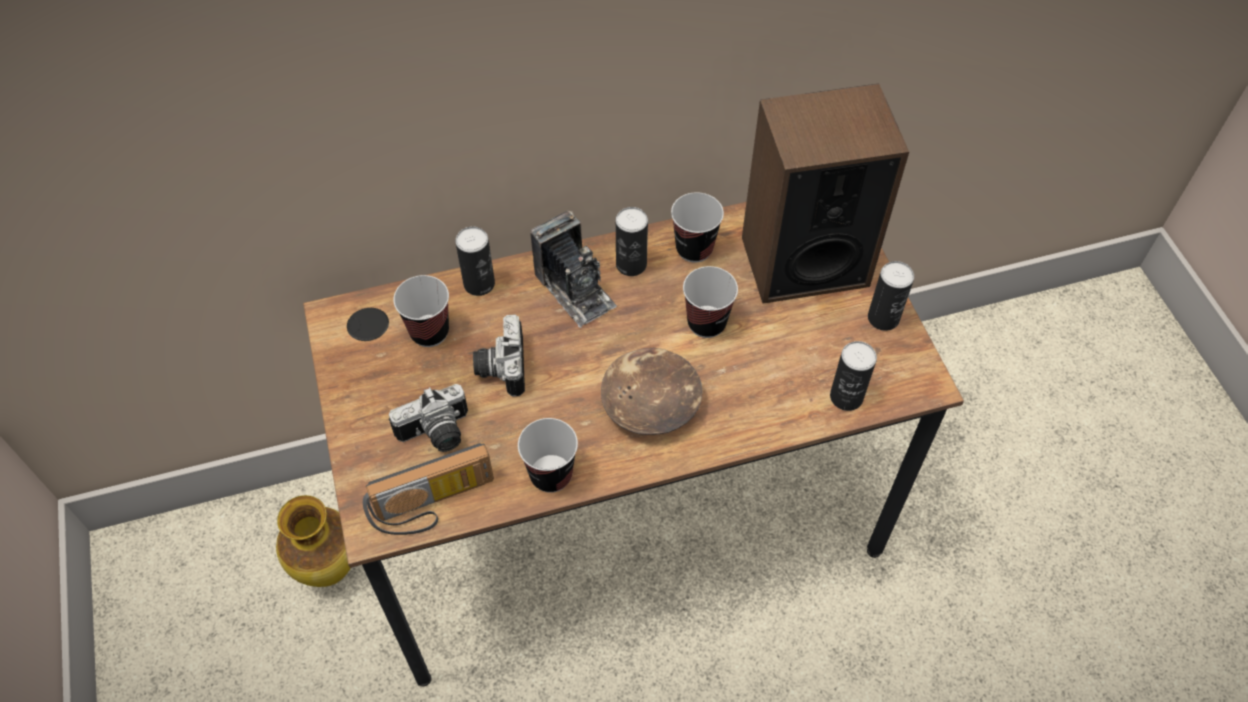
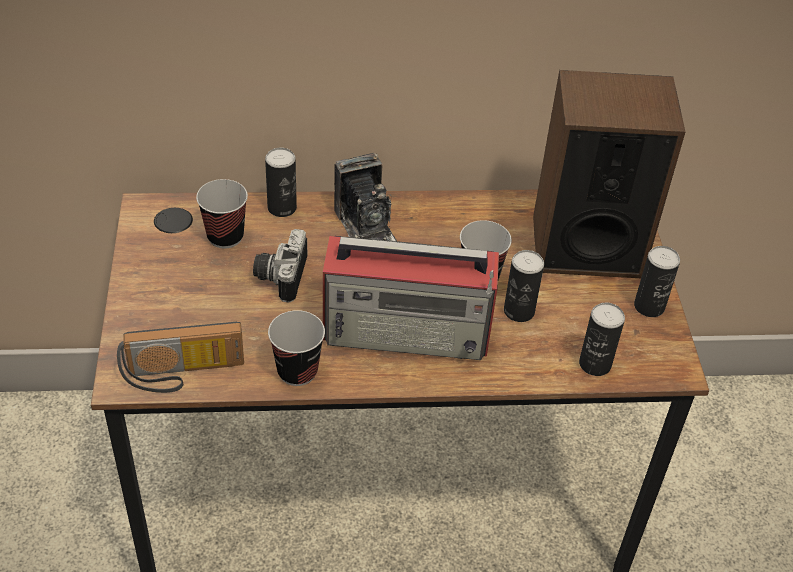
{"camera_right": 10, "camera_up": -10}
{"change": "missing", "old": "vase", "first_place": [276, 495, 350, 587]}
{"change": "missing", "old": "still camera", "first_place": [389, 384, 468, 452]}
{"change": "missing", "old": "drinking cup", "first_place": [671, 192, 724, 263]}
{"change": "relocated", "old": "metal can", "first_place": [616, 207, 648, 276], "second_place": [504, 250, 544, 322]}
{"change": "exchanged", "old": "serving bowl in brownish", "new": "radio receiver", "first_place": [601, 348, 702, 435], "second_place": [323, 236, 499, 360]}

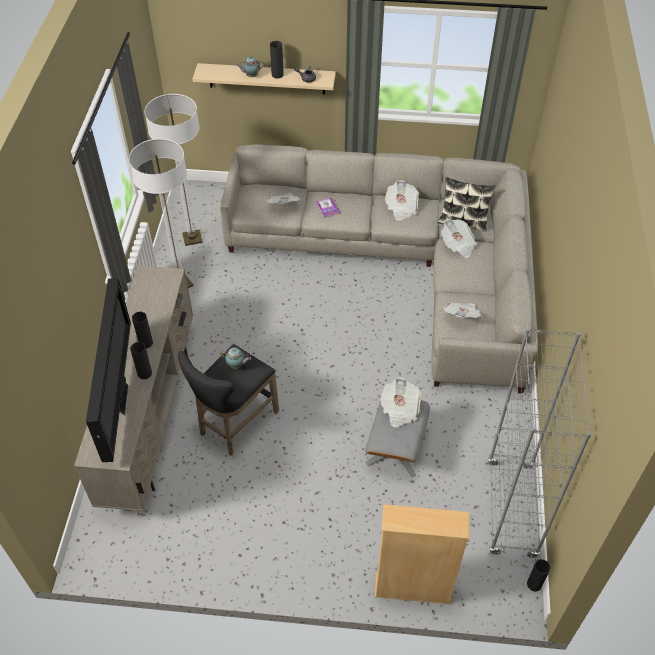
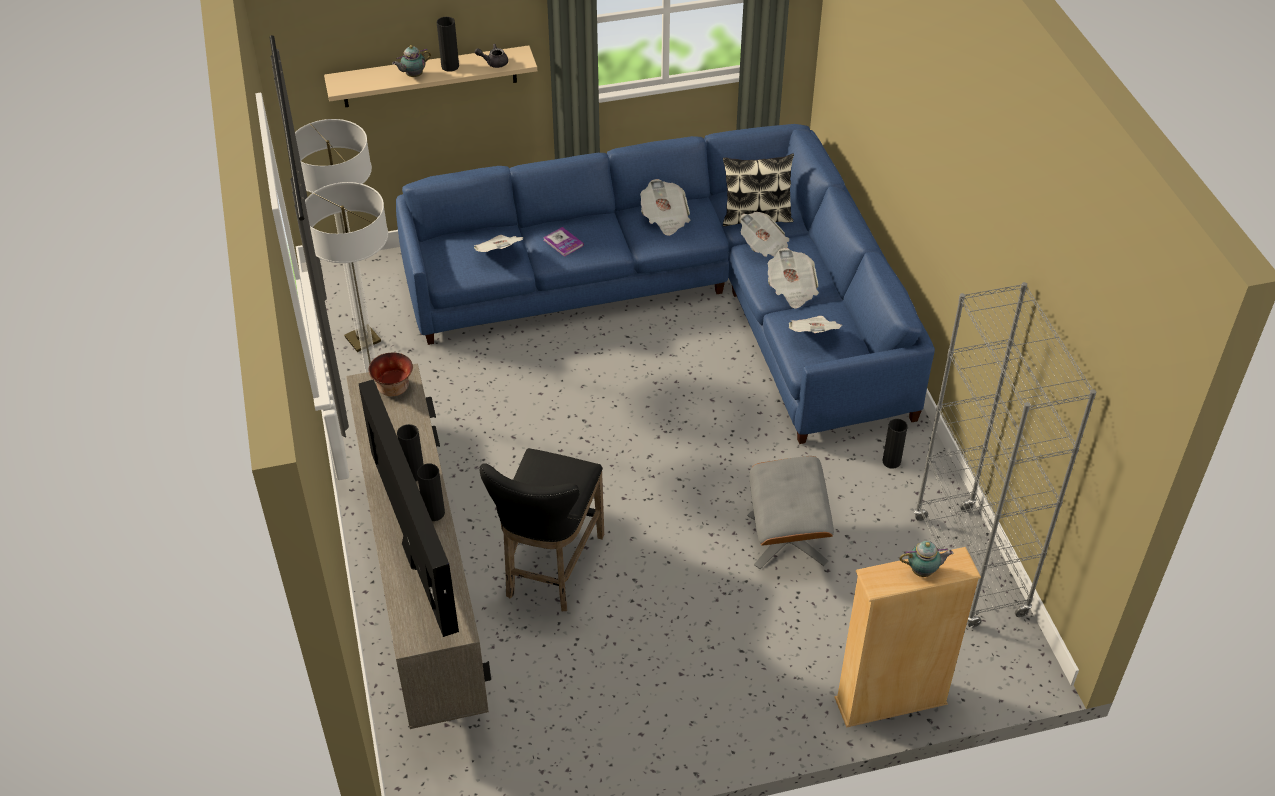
{"camera_right": -20, "camera_up": -5}
{"change": "appeared", "new": "serving bowl", "second_place": [369, 352, 413, 396]}
{"change": "relocated", "old": "tea pot", "first_place": [220, 347, 251, 369], "second_place": [899, 541, 954, 577]}
{"change": "relocated", "old": "daily paper", "first_place": [380, 378, 421, 428], "second_place": [768, 248, 819, 309]}
{"change": "relocated", "old": "vase in black-coloured", "first_place": [527, 559, 550, 592], "second_place": [882, 419, 908, 469]}
{"change": "colour", "old": "couch in grey", "new": "couch in blue-coloured", "first_place": [220, 144, 538, 393], "second_place": [396, 124, 935, 444]}

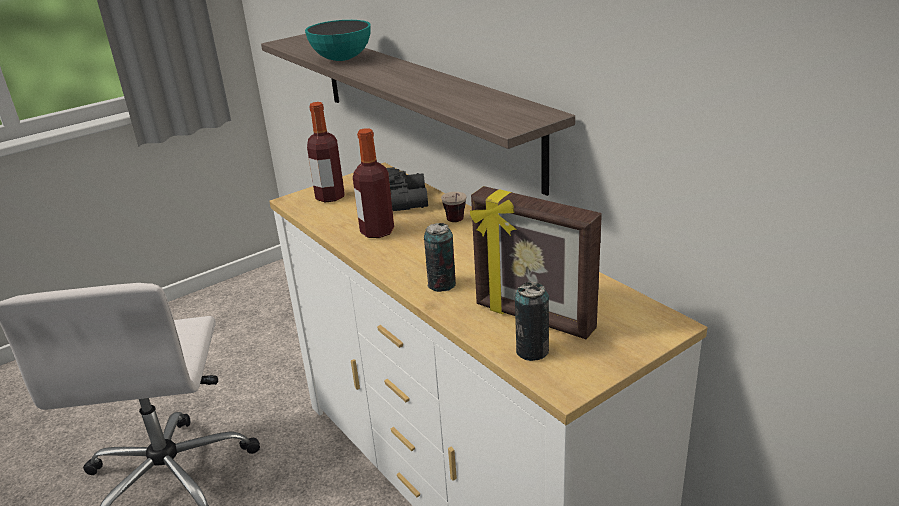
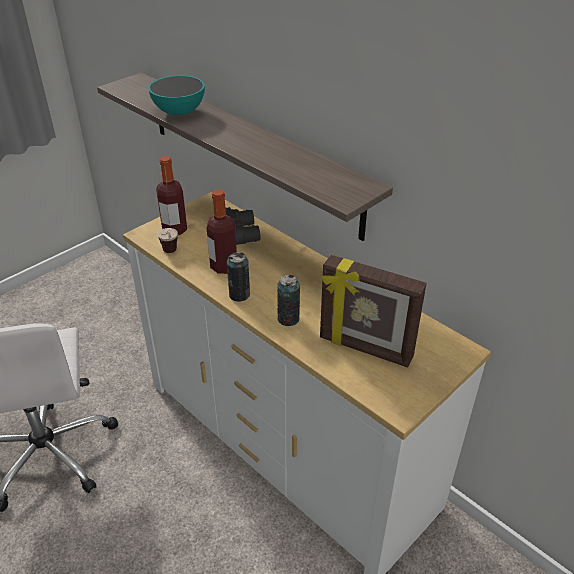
{"camera_right": -10, "camera_up": 10}
{"change": "relocated", "old": "drinking cup", "first_place": [441, 192, 466, 222], "second_place": [158, 228, 178, 253]}
{"change": "relocated", "old": "metal can", "first_place": [515, 282, 549, 361], "second_place": [227, 252, 250, 302]}

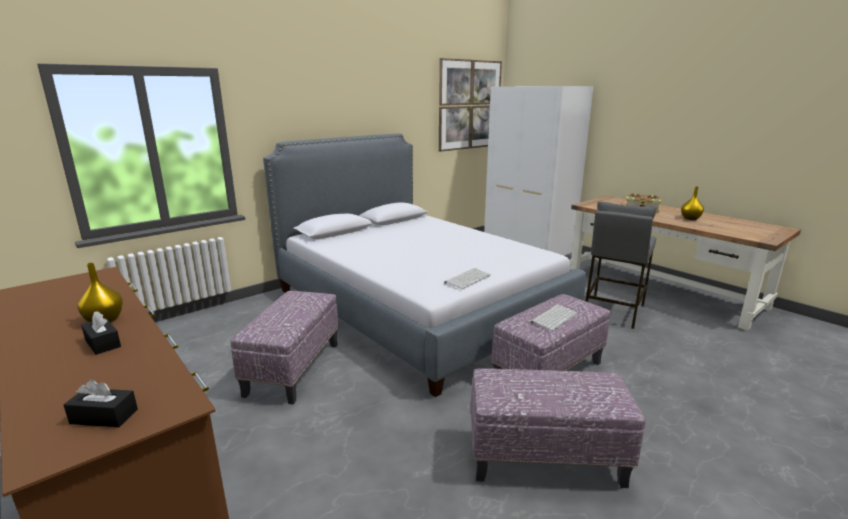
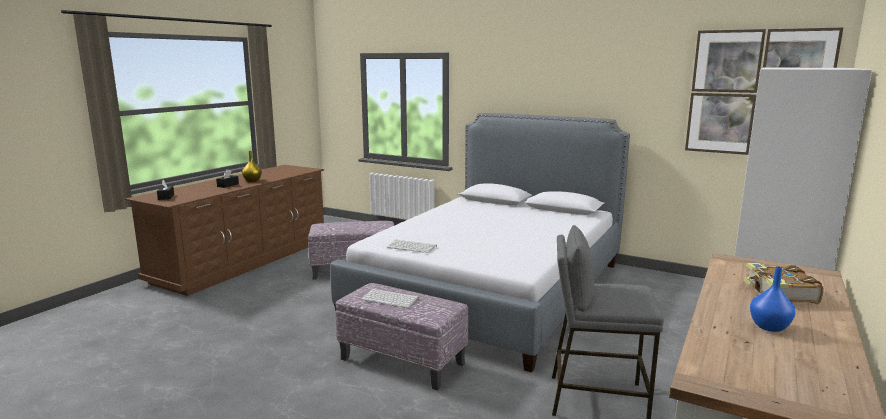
{"camera_right": 70, "camera_up": -5}
{"change": "missing", "old": "footrest", "first_place": [471, 368, 646, 488]}
{"change": "colour", "old": "vase in yellow-coloured", "new": "vase in blue-coloured", "first_place": [681, 187, 704, 220], "second_place": [750, 266, 795, 332]}

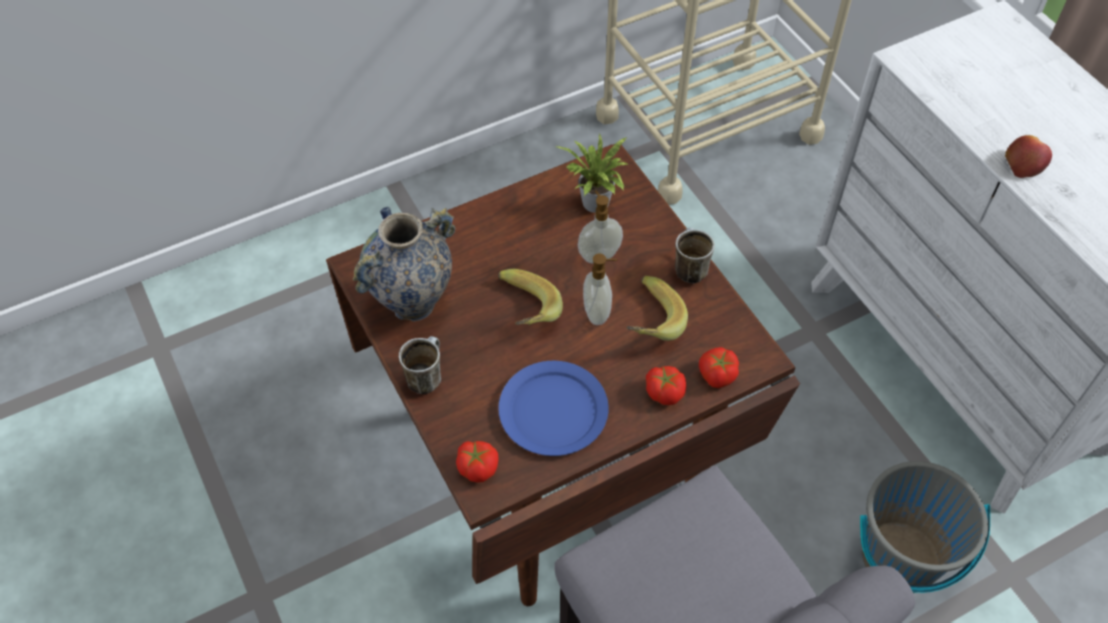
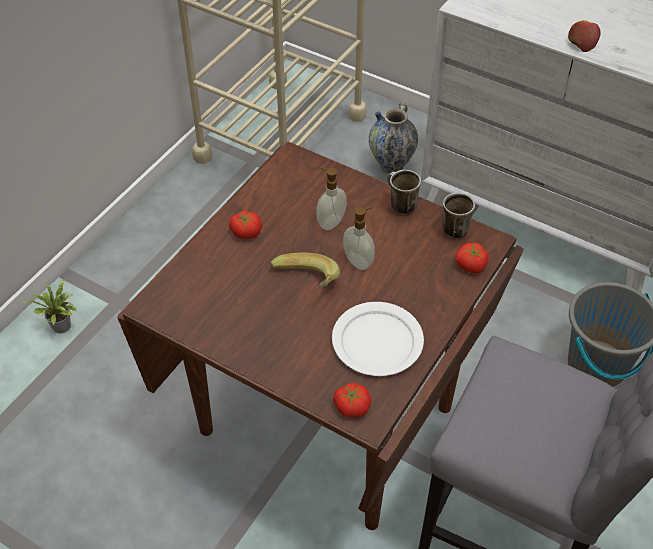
{"camera_right": -30, "camera_up": -5}
{"change": "missing", "old": "whole banana", "first_place": [626, 276, 688, 341]}
{"change": "relocated", "old": "vase", "first_place": [353, 207, 455, 321], "second_place": [369, 102, 418, 174]}
{"change": "relocated", "old": "coffee mug", "first_place": [399, 336, 441, 394], "second_place": [442, 192, 475, 238]}
{"change": "relocated", "old": "plant in a pot", "first_place": [557, 133, 629, 213], "second_place": [22, 279, 77, 333]}
{"change": "relocated", "old": "whole tomato", "first_place": [646, 366, 686, 405], "second_place": [229, 210, 262, 239]}
{"change": "colour", "old": "plate in blue-coloured", "new": "plate in white-coloured", "first_place": [498, 361, 609, 456], "second_place": [332, 302, 424, 376]}

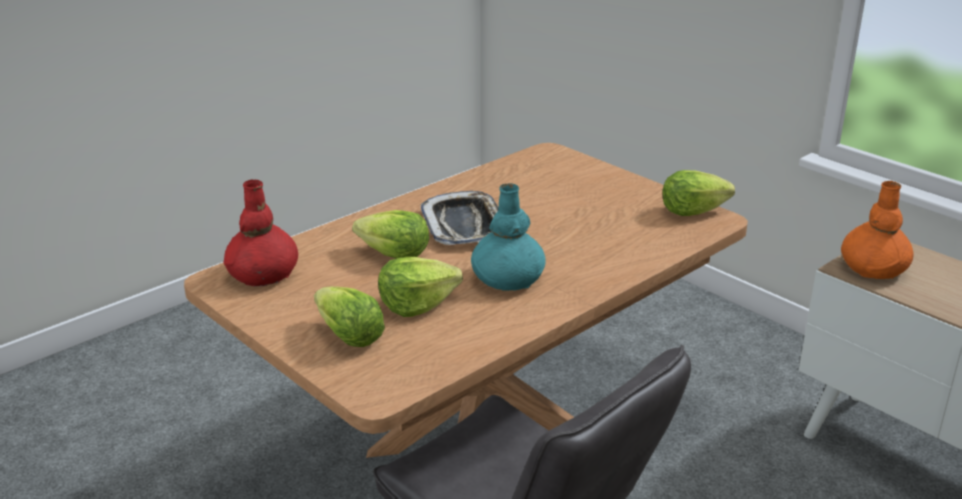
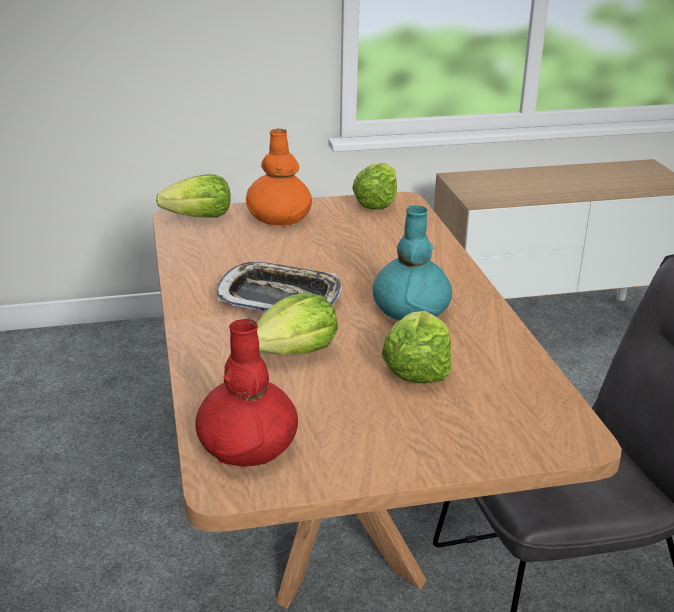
{"camera_right": -60, "camera_up": 0}
{"change": "relocated", "old": "head of lettuce", "first_place": [314, 286, 385, 347], "second_place": [156, 174, 231, 217]}
{"change": "relocated", "old": "vase in orange", "first_place": [841, 181, 914, 279], "second_place": [246, 129, 312, 226]}

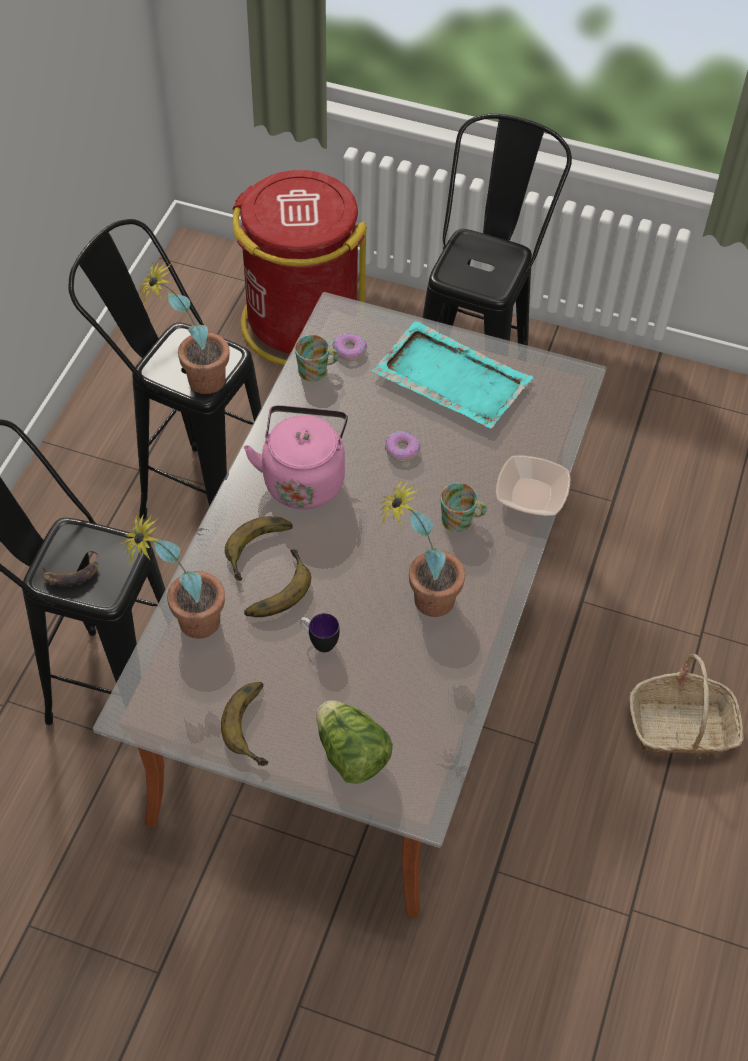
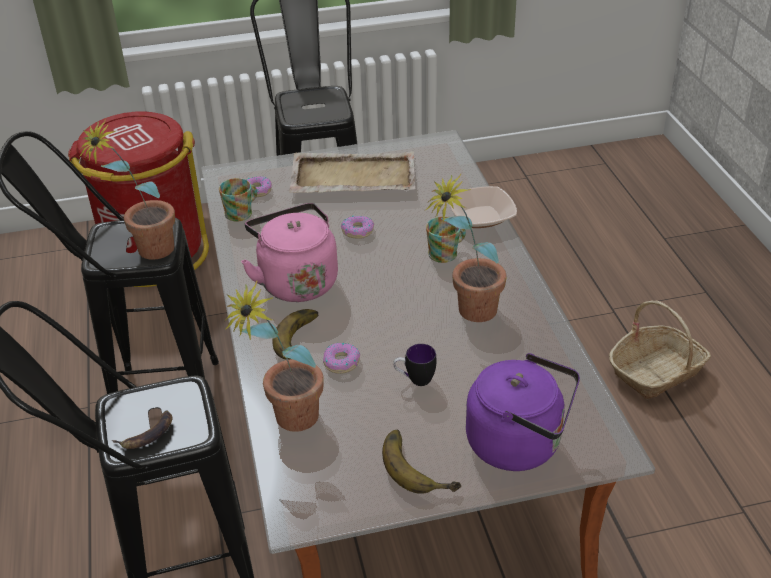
{"camera_right": -30, "camera_up": -15}
{"change": "exchanged", "old": "whole banana", "new": "ring doughnut", "first_place": [244, 550, 311, 617], "second_place": [323, 343, 360, 374]}
{"change": "exchanged", "old": "head of lettuce", "new": "water kettle in purplish", "first_place": [316, 700, 392, 784], "second_place": [466, 353, 580, 471]}
{"change": "colour", "old": "tray in blue-green", "new": "tray in beige", "first_place": [372, 321, 533, 428], "second_place": [289, 151, 416, 193]}

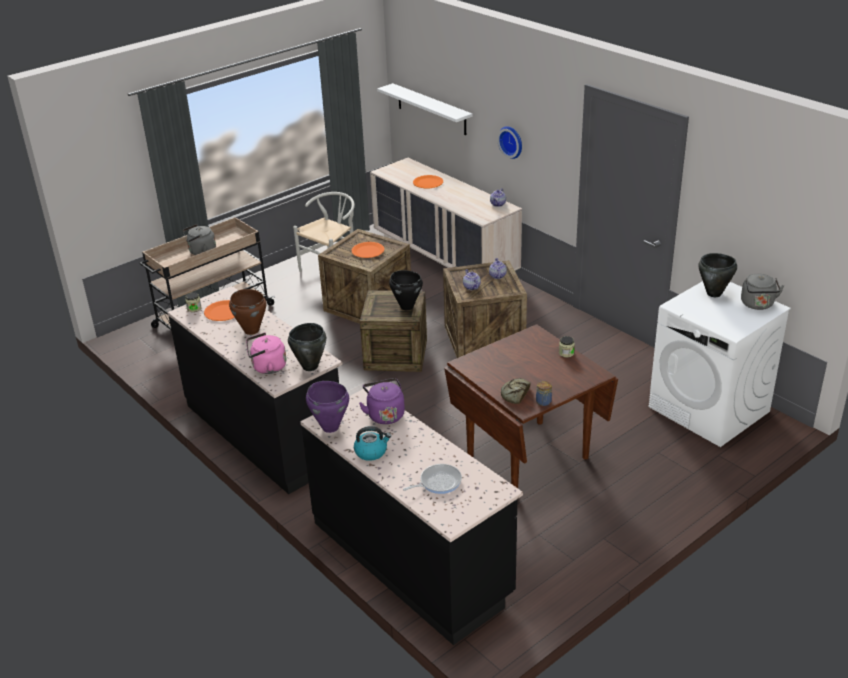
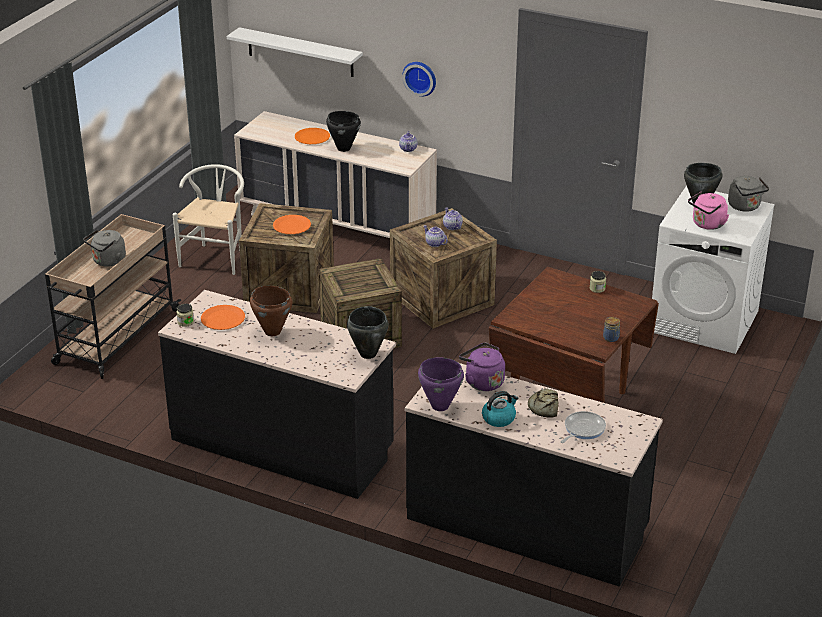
{"camera_right": -25, "camera_up": 0}
{"change": "relocated", "old": "water kettle in pinkish", "first_place": [246, 333, 286, 374], "second_place": [688, 192, 729, 230]}
{"change": "relocated", "old": "saucepot in black-coloured", "first_place": [389, 270, 423, 310], "second_place": [326, 111, 361, 152]}
{"change": "relocated", "old": "bread", "first_place": [501, 378, 531, 404], "second_place": [528, 388, 559, 418]}

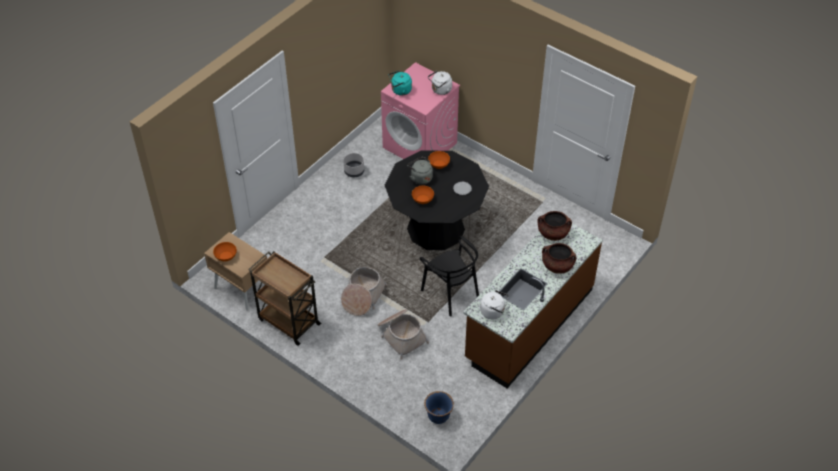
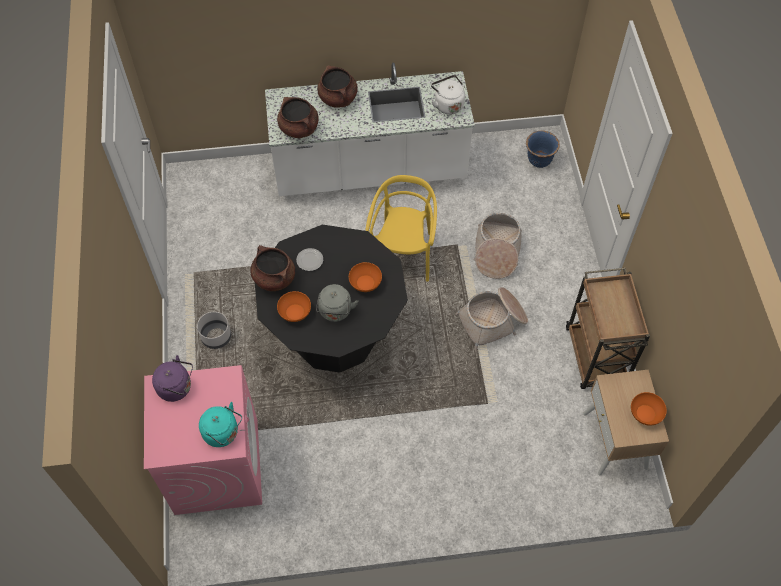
{"camera_right": -135, "camera_up": 10}
{"change": "appeared", "new": "saucepot in brownish", "second_place": [250, 245, 295, 291]}
{"change": "relocated", "old": "flower pot in grey", "first_place": [344, 153, 364, 177], "second_place": [197, 312, 231, 349]}
{"change": "colour", "old": "upright chair in black-coloured", "new": "upright chair in yellow-coloured", "first_place": [420, 236, 479, 317], "second_place": [365, 175, 437, 282]}
{"change": "colour", "old": "water kettle in white-coloured", "new": "water kettle in purplish", "first_place": [428, 71, 452, 95], "second_place": [152, 355, 193, 402]}
{"change": "colour", "old": "kitchen base unit in brownish", "new": "kitchen base unit in white-coloured", "first_place": [463, 224, 603, 388], "second_place": [265, 62, 475, 196]}

